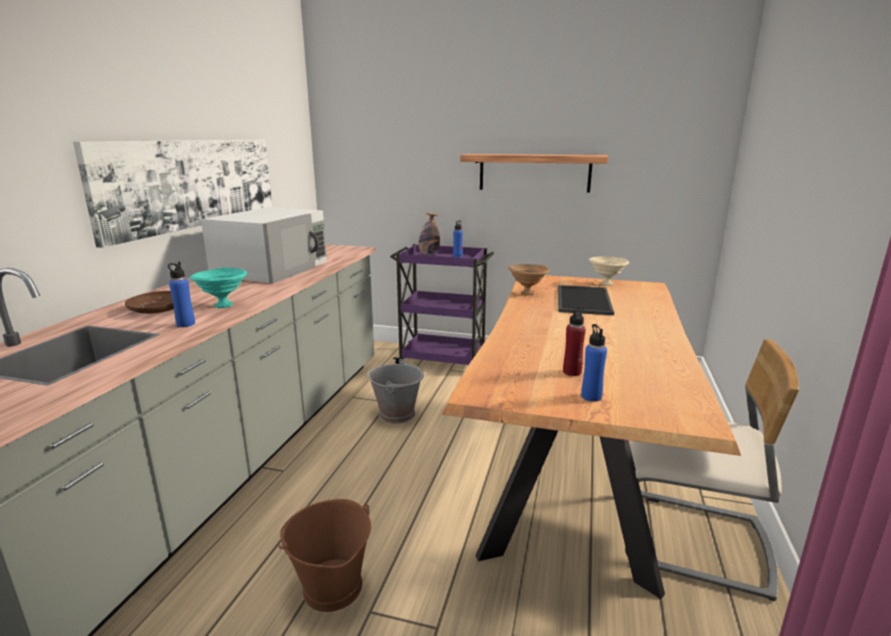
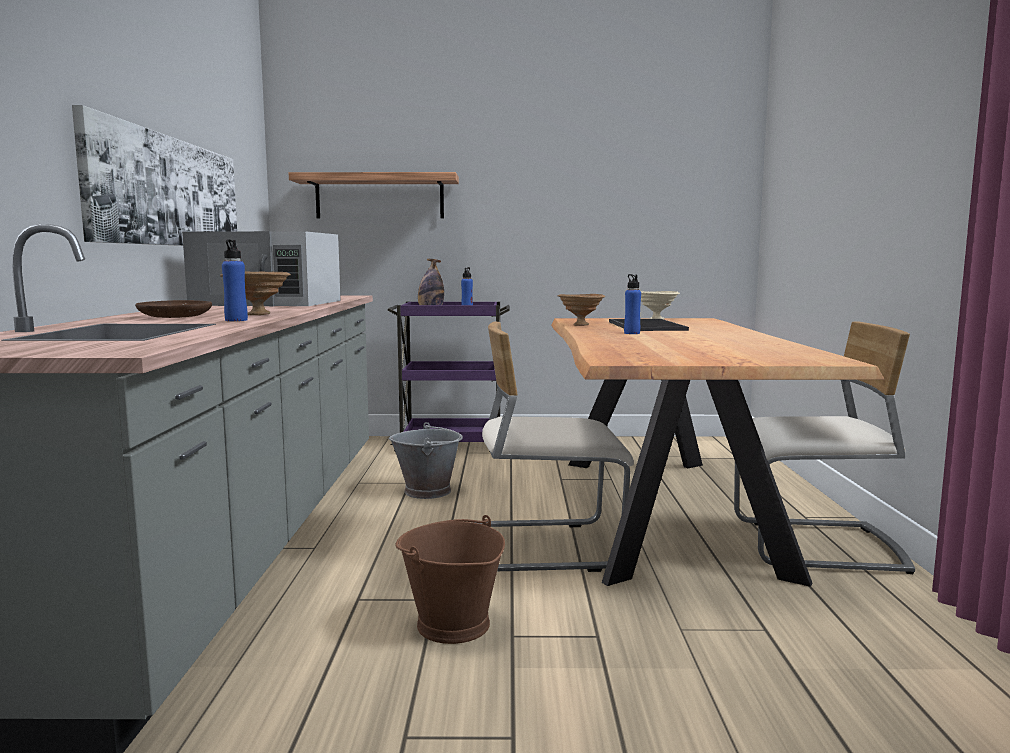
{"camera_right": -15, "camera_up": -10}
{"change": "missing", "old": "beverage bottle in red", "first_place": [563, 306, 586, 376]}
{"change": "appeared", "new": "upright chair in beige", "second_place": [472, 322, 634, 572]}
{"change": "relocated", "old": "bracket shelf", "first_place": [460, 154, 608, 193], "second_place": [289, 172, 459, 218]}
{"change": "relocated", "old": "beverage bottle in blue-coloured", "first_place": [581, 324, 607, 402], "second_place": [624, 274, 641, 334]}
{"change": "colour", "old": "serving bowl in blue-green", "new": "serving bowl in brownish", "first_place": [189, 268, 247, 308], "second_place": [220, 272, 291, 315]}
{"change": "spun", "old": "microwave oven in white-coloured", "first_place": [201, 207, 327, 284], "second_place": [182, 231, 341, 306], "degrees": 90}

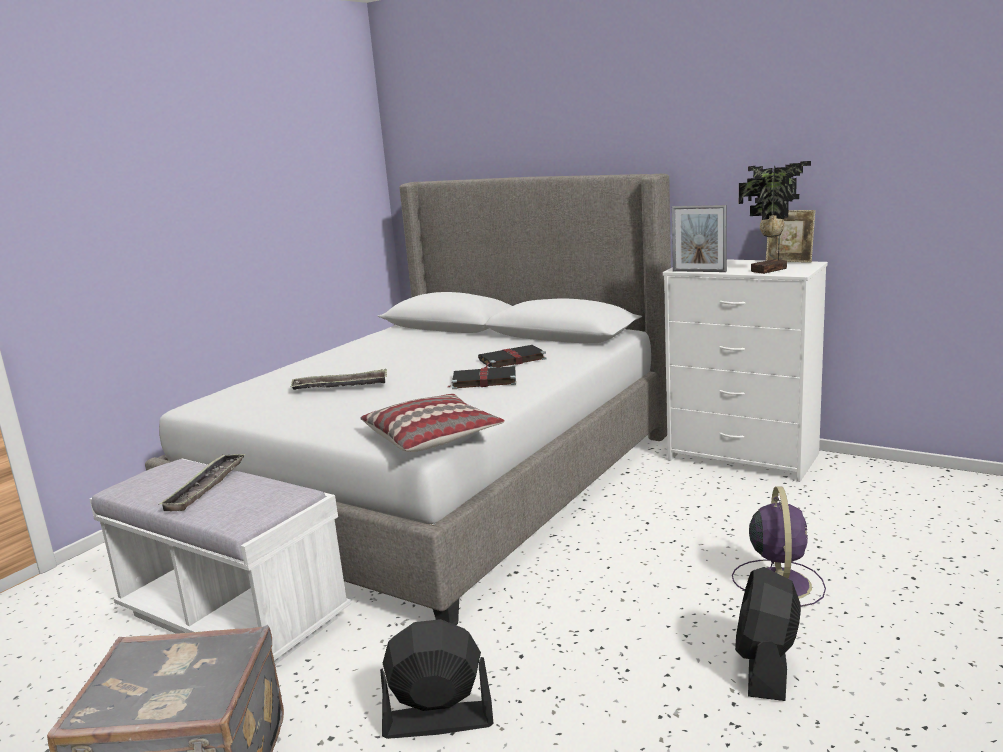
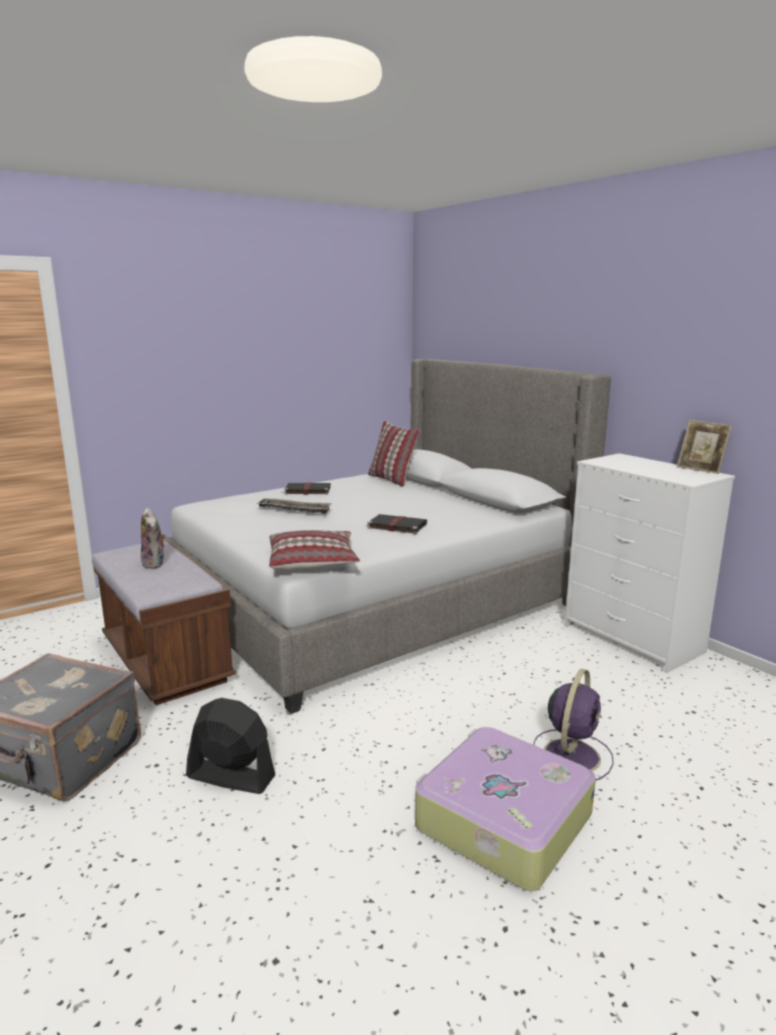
{"camera_right": 20, "camera_up": 0}
{"change": "missing", "old": "standing frame", "first_place": [672, 205, 727, 272]}
{"change": "missing", "old": "plant in a pot", "first_place": [739, 161, 811, 274]}
{"change": "appeared", "new": "pillow", "second_place": [368, 421, 420, 487]}
{"change": "relocated", "old": "book in black-coloured", "first_place": [478, 345, 546, 368], "second_place": [282, 483, 331, 495]}
{"change": "exchanged", "old": "tray", "new": "plush toy", "first_place": [158, 454, 245, 511], "second_place": [141, 508, 166, 569]}
{"change": "exchanged", "old": "cooling fan in black-coloured", "new": "suitcase", "first_place": [735, 567, 801, 701], "second_place": [415, 727, 596, 891]}
{"change": "colour", "old": "long seat in white-coloured", "new": "long seat in brownish", "first_place": [89, 459, 351, 665], "second_place": [92, 541, 236, 705]}

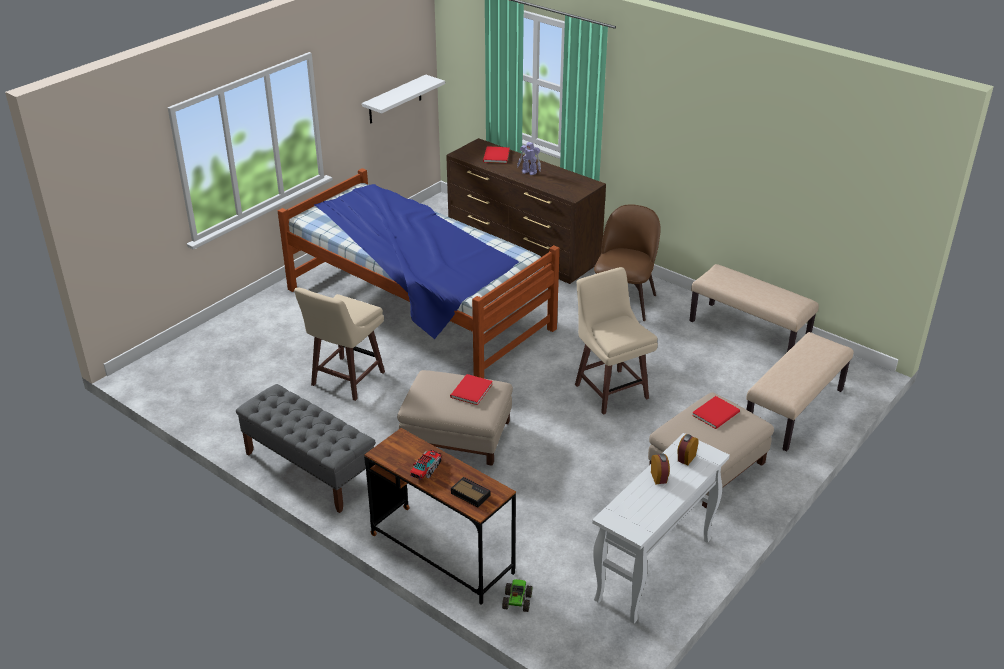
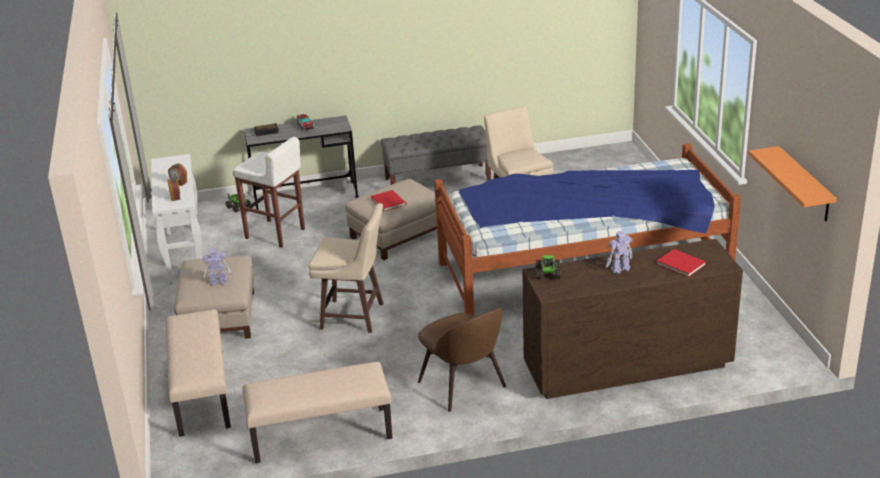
{"camera_right": 130, "camera_up": -5}
{"change": "appeared", "new": "sitting stool in white-coloured", "second_place": [233, 137, 305, 248]}
{"change": "appeared", "new": "toy truck", "second_place": [536, 255, 561, 279]}
{"change": "exchanged", "old": "book in red", "new": "toy robot", "first_place": [692, 396, 740, 429], "second_place": [203, 248, 232, 285]}
{"change": "colour", "old": "bracket shelf in white-coloured", "new": "bracket shelf in orange", "first_place": [362, 75, 445, 124], "second_place": [748, 146, 837, 222]}
{"change": "colour", "old": "desk unit in brownish", "new": "desk unit in grey", "first_place": [364, 428, 516, 605], "second_place": [244, 115, 359, 214]}

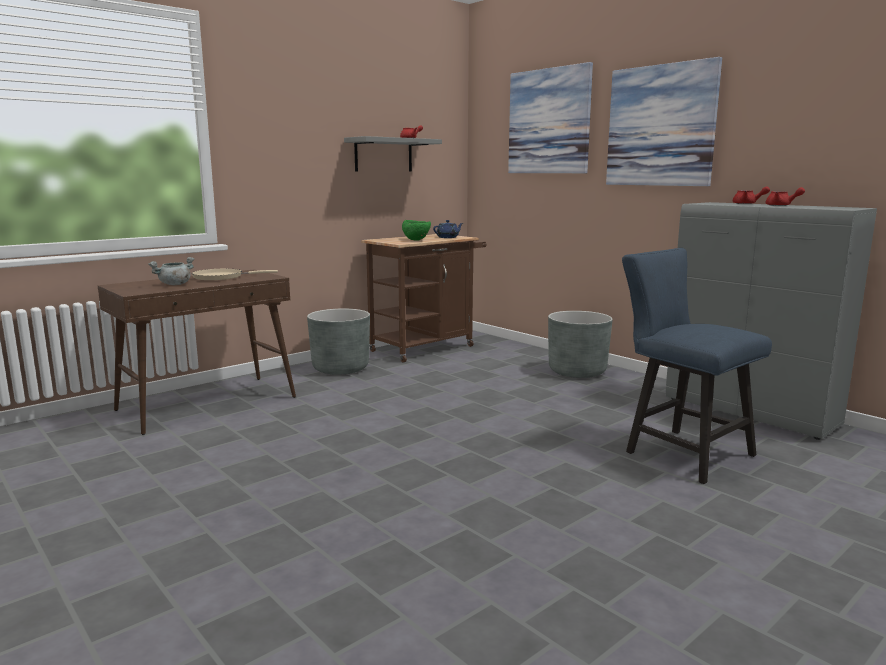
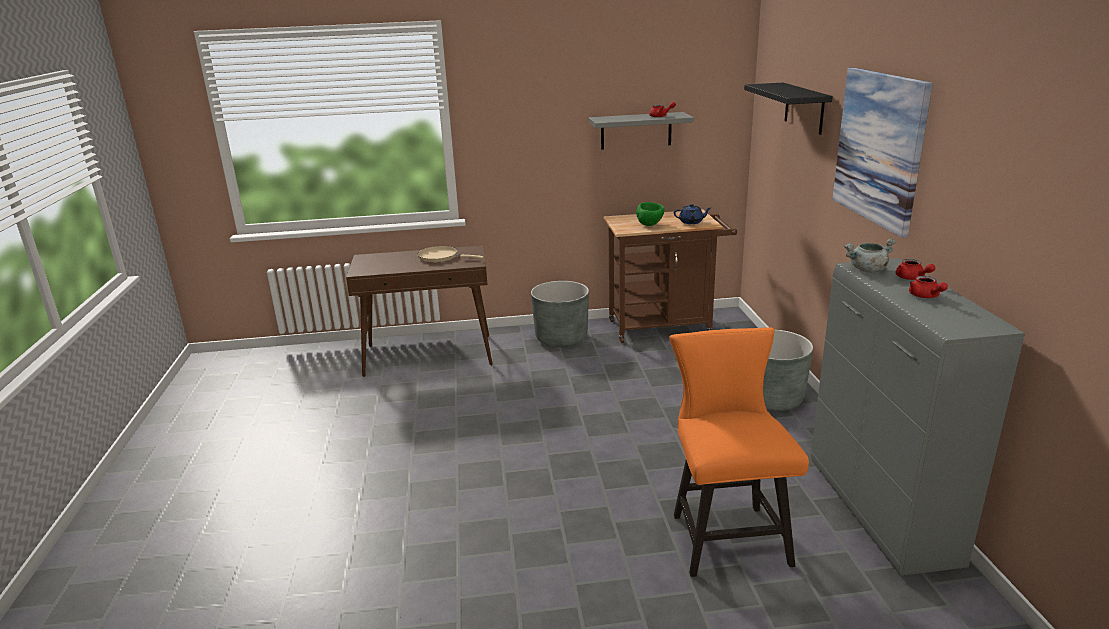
{"camera_right": 35, "camera_up": 10}
{"change": "relocated", "old": "saucepot in grey", "first_place": [148, 257, 194, 285], "second_place": [844, 239, 896, 272]}
{"change": "exchanged", "old": "wall art", "new": "bracket shelf in black-coloured", "first_place": [508, 62, 593, 173], "second_place": [744, 83, 833, 135]}
{"change": "colour", "old": "upright chair in blue-coloured", "new": "upright chair in orange", "first_place": [622, 248, 772, 484], "second_place": [669, 327, 809, 577]}

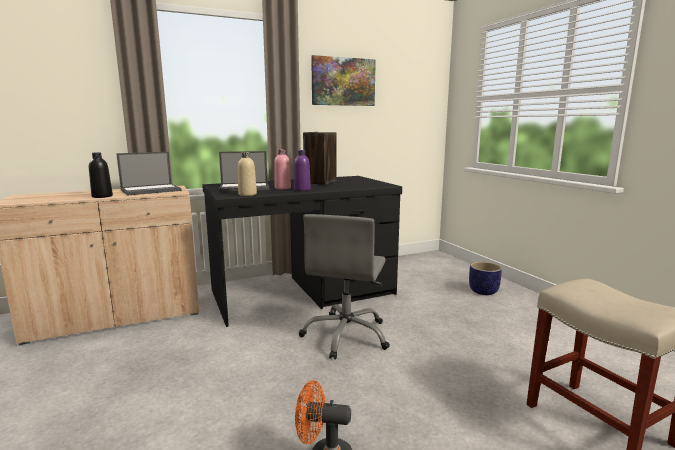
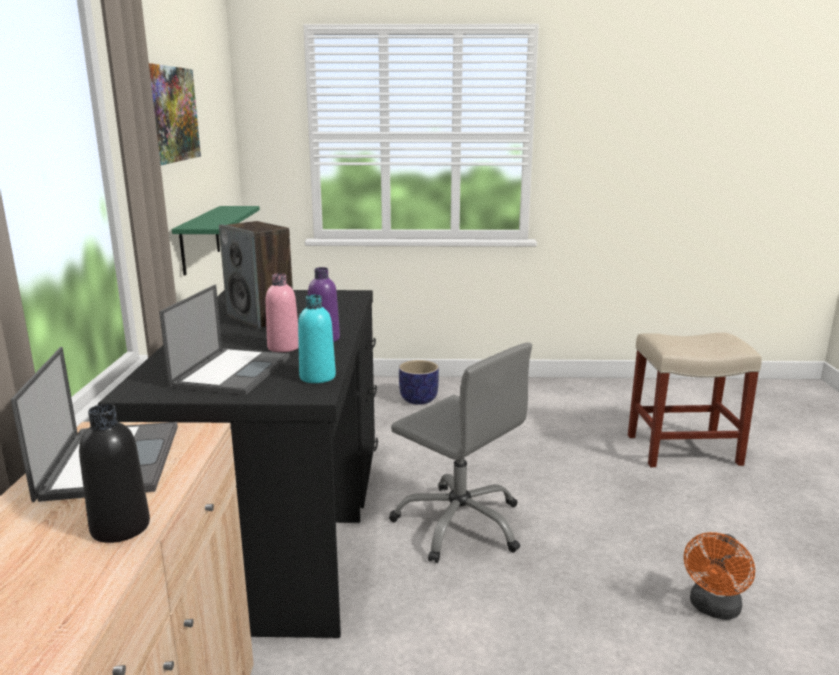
{"camera_right": -65, "camera_up": 5}
{"change": "appeared", "new": "bracket shelf in greenish", "second_place": [172, 206, 260, 276]}
{"change": "colour", "old": "beverage bottle in beige", "new": "beverage bottle in blue-green", "first_place": [238, 152, 257, 196], "second_place": [298, 295, 336, 383]}

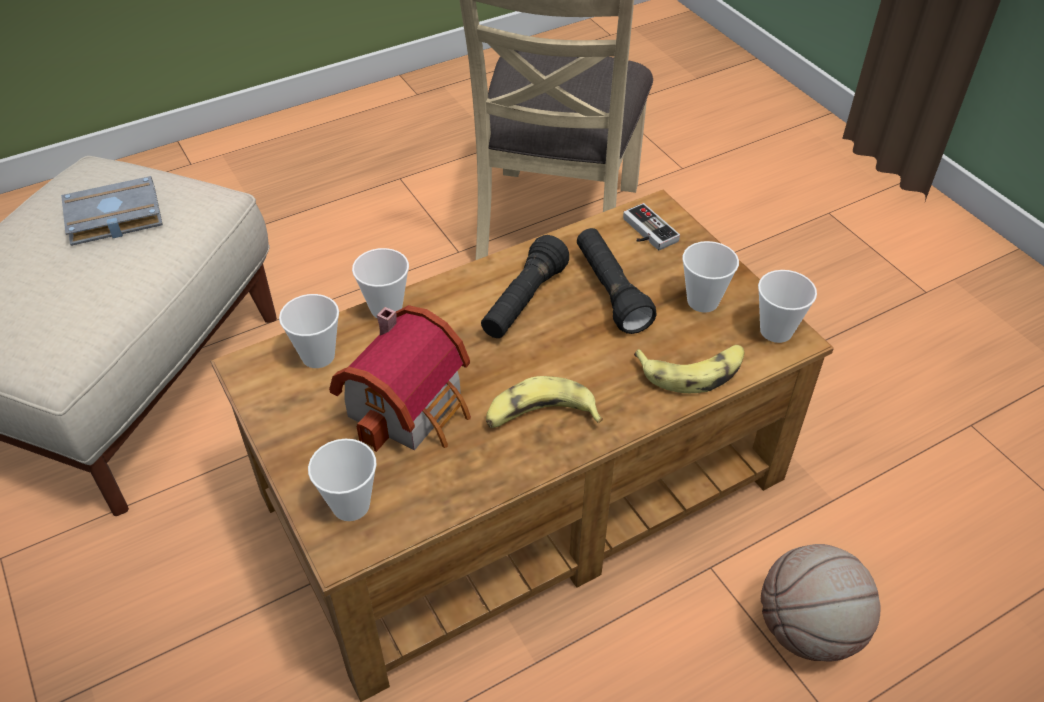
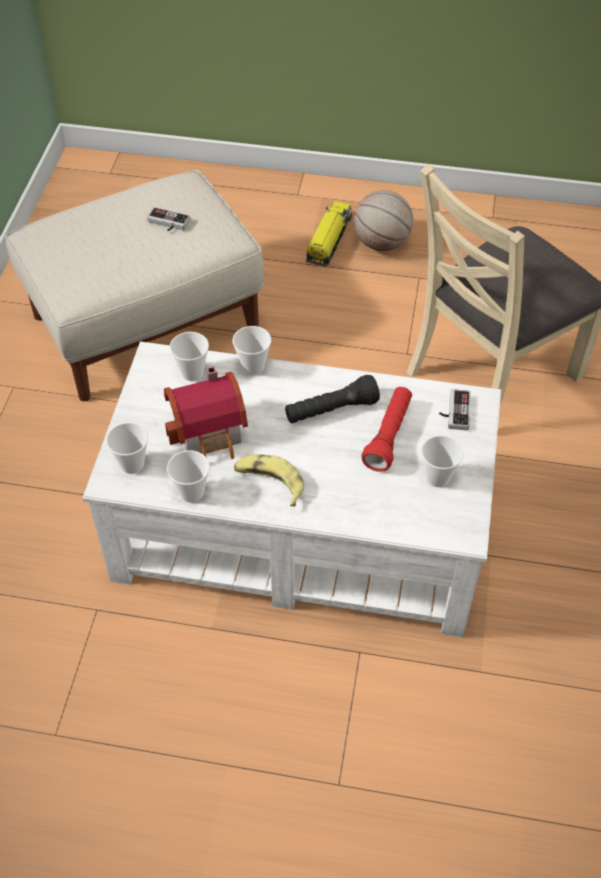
{"camera_right": 40, "camera_up": 5}
{"change": "missing", "old": "whole banana", "first_place": [634, 345, 744, 393]}
{"change": "appeared", "new": "toy truck", "second_place": [306, 201, 352, 266]}
{"change": "relocated", "old": "drinking cup", "first_place": [758, 270, 817, 343], "second_place": [167, 450, 210, 503]}
{"change": "relocated", "old": "basketball ball", "first_place": [761, 544, 881, 662], "second_place": [354, 190, 413, 251]}
{"change": "exchanged", "old": "book in grey", "new": "joypad", "first_place": [61, 176, 163, 246], "second_place": [147, 207, 190, 231]}
{"change": "colour", "old": "lounge table in brownish", "new": "lounge table in white-coloured", "first_place": [210, 190, 834, 702], "second_place": [82, 341, 501, 637]}
{"change": "colour", "old": "torch in black-coloured", "new": "torch in red", "first_place": [577, 228, 657, 334], "second_place": [361, 387, 412, 472]}

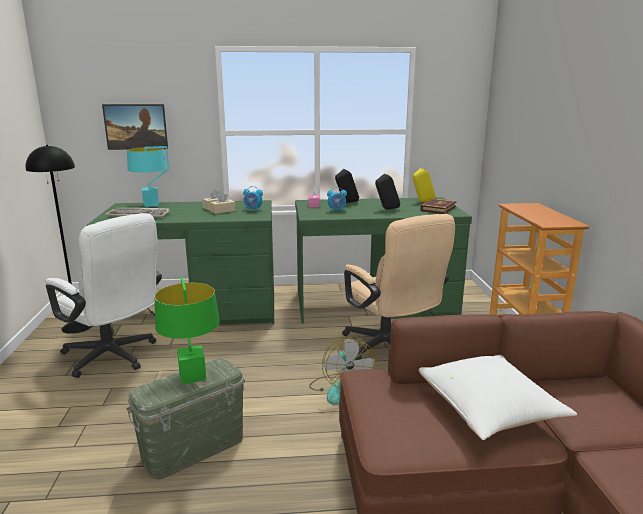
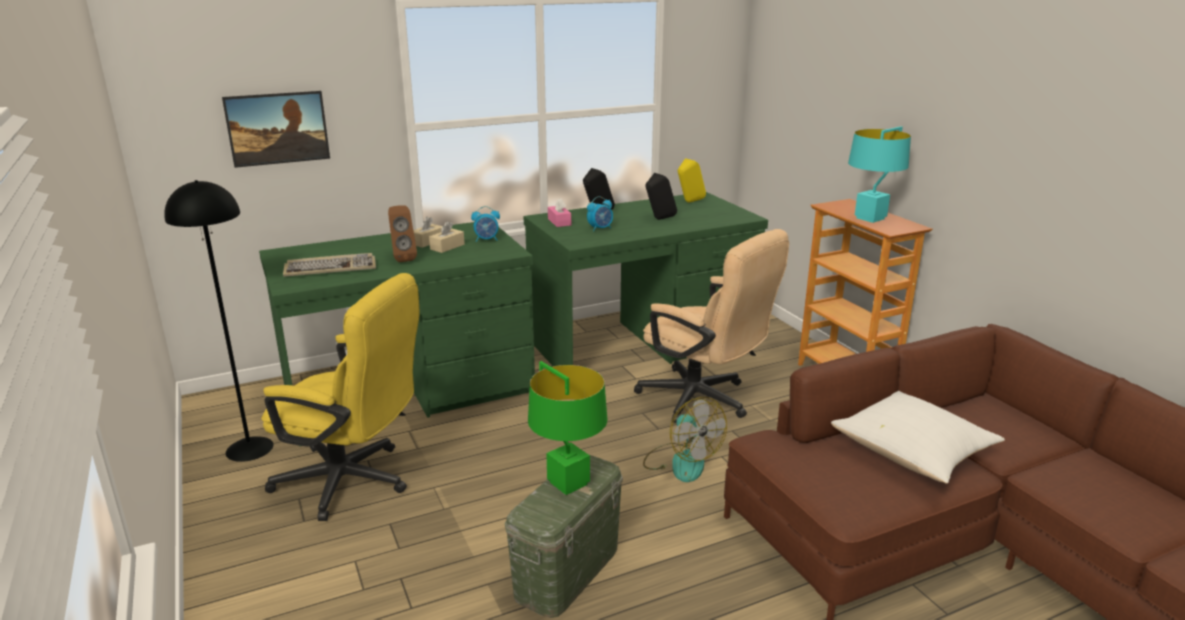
{"camera_right": -20, "camera_up": 5}
{"change": "missing", "old": "book", "first_place": [420, 198, 456, 214]}
{"change": "appeared", "new": "audio speaker in brownish", "second_place": [388, 205, 417, 262]}
{"change": "relocated", "old": "tabletop lamp in blue-green", "first_place": [127, 146, 169, 207], "second_place": [848, 126, 911, 223]}
{"change": "colour", "old": "office chair in white-coloured", "new": "office chair in yellow-coloured", "first_place": [46, 213, 162, 378], "second_place": [261, 273, 420, 521]}

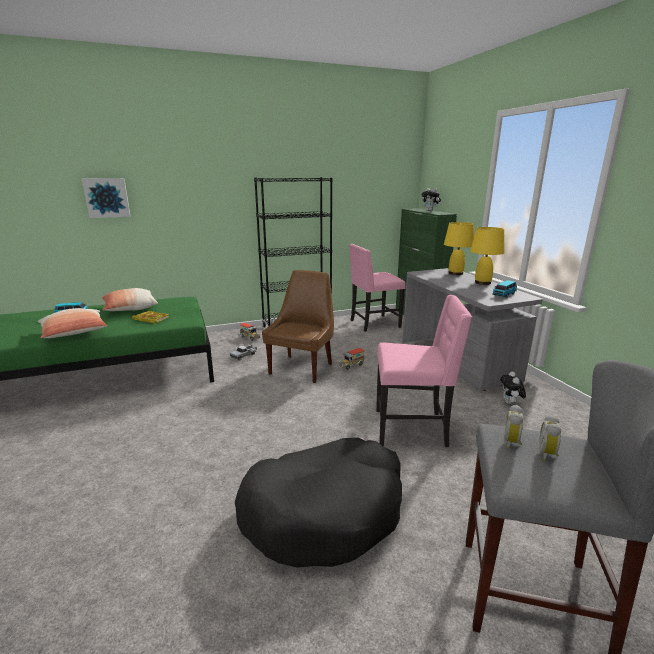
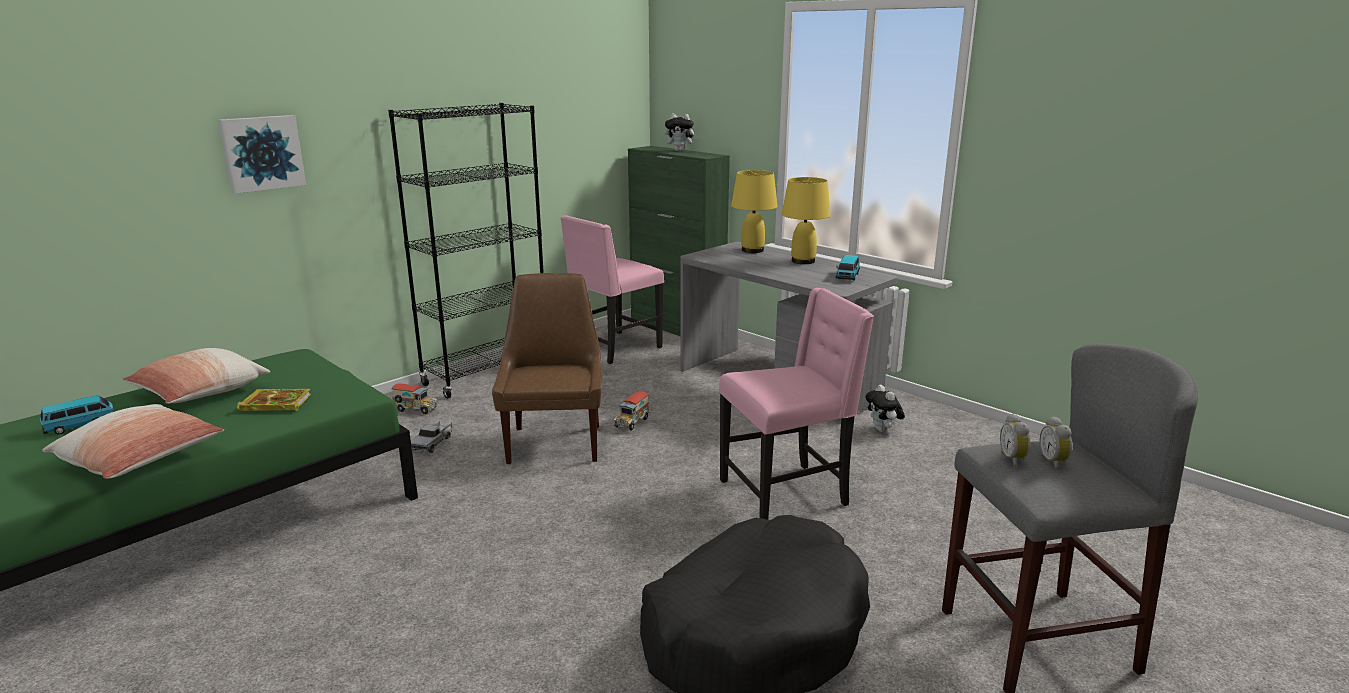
{"camera_right": -25, "camera_up": 0}
{"change": "relocated", "old": "wall art", "first_place": [82, 178, 130, 218], "second_place": [218, 115, 306, 194]}

